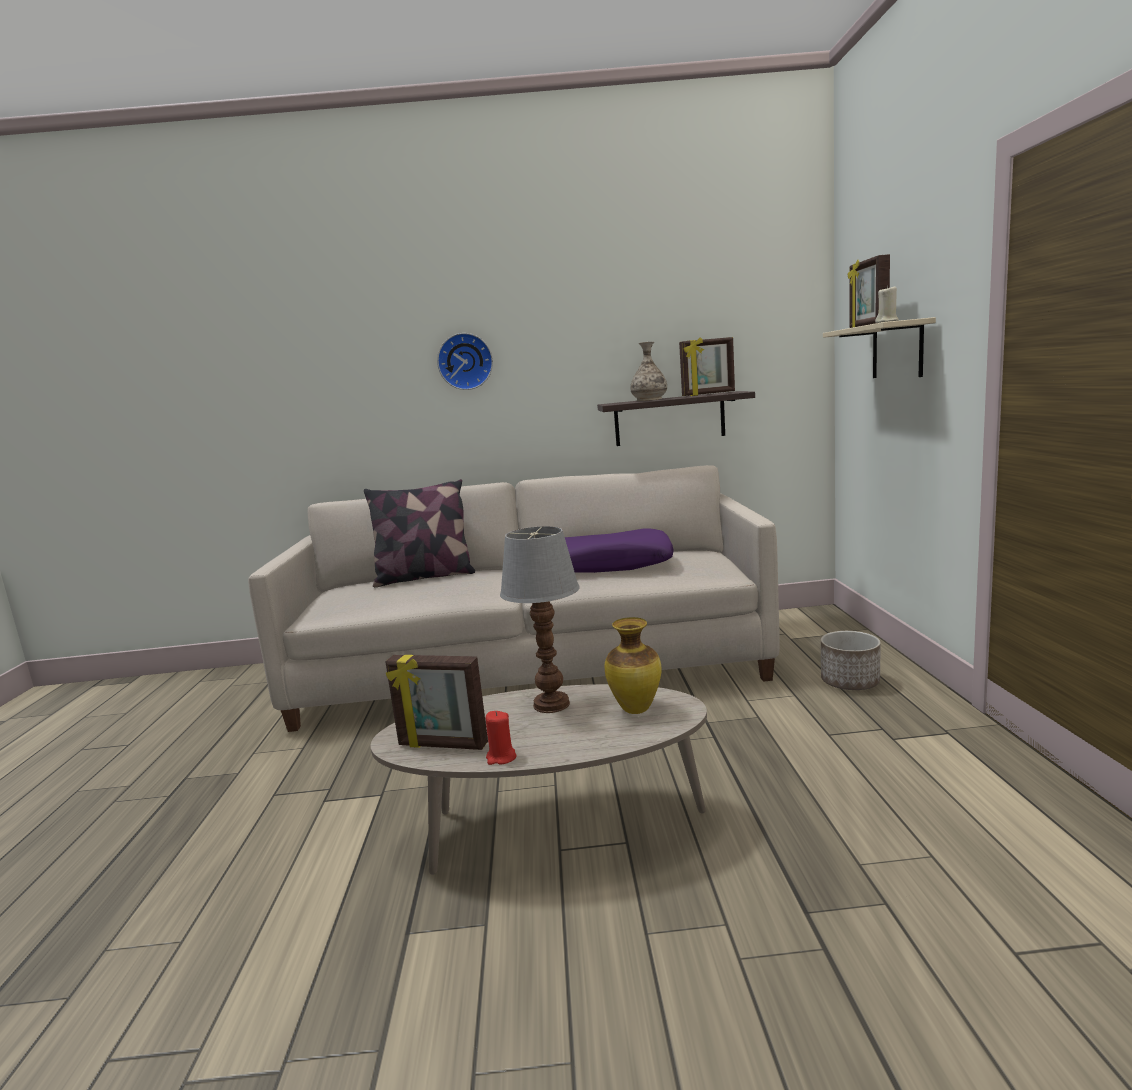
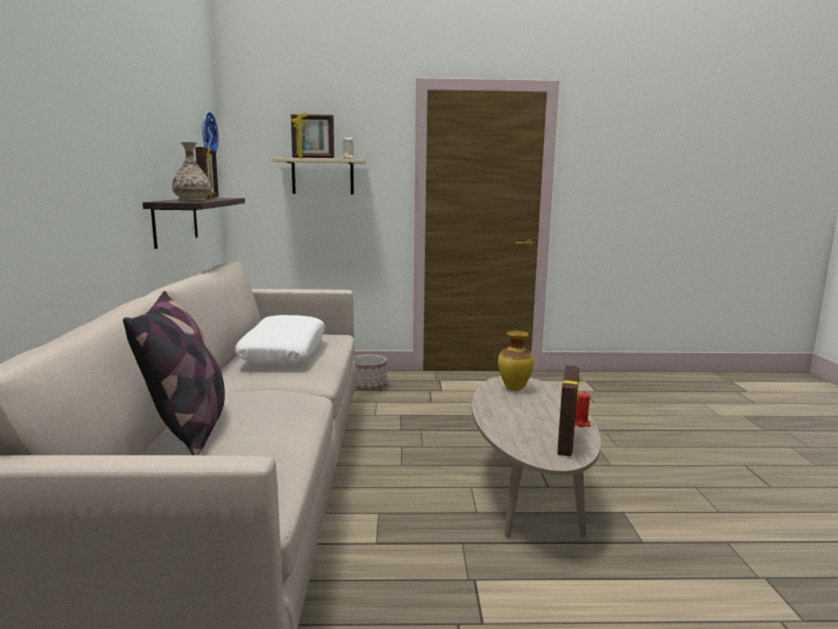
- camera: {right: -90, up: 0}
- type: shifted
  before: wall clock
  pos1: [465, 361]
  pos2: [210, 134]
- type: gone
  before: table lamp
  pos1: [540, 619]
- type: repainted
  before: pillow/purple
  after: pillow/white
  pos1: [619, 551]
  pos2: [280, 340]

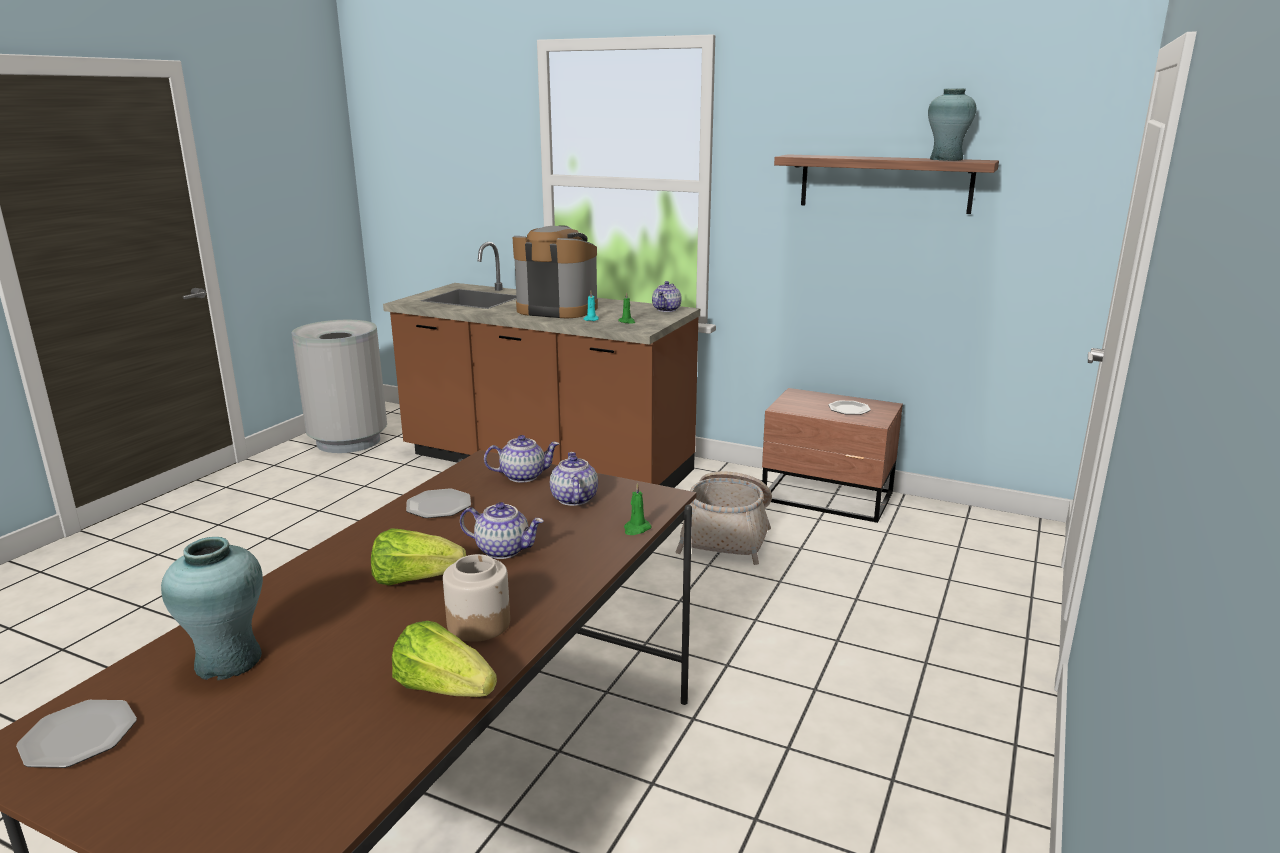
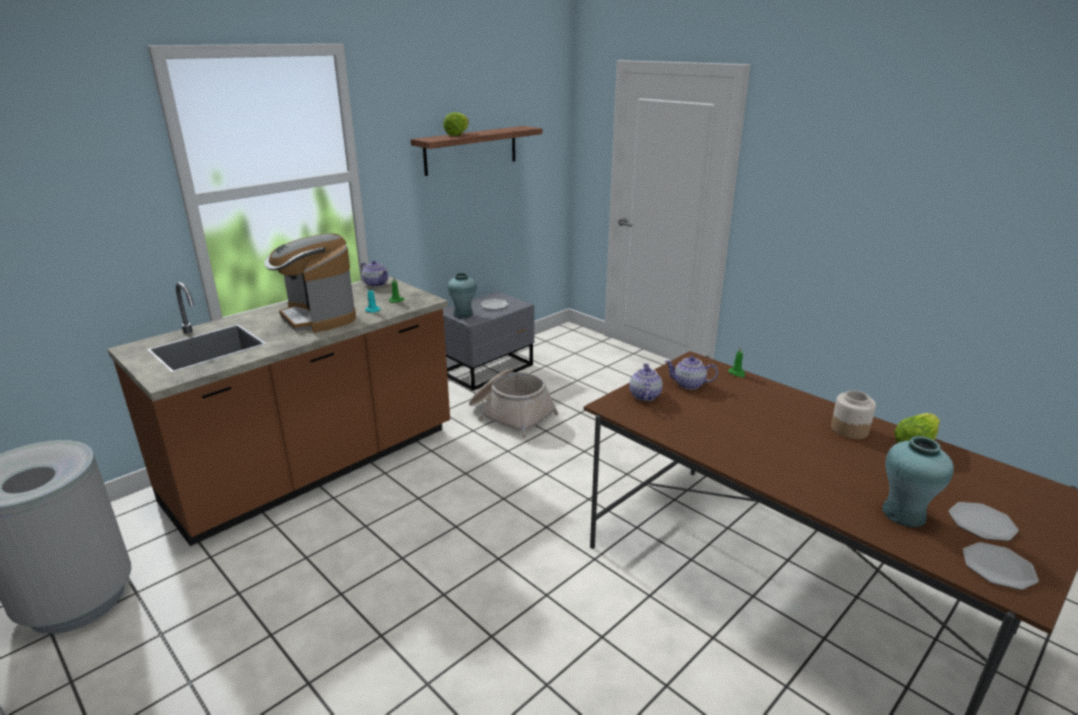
- camera: {right: -70, up: 5}
- type: shifted
  before: lettuce
  pos1: [418, 556]
  pos2: [456, 124]
- type: shifted
  before: plate
  pos1: [438, 503]
  pos2: [983, 521]
- type: gone
  before: teapot
  pos1: [501, 530]
- type: rotated
  before: coffee machine
  pos1: [555, 271]
  pos2: [310, 283]
  turn: -75
- type: repainted
  before: nightstand/brown
  after: nightstand/grey
  pos1: [832, 455]
  pos2: [488, 341]
- type: shifted
  before: vase/turquoise
  pos1: [952, 124]
  pos2: [462, 295]

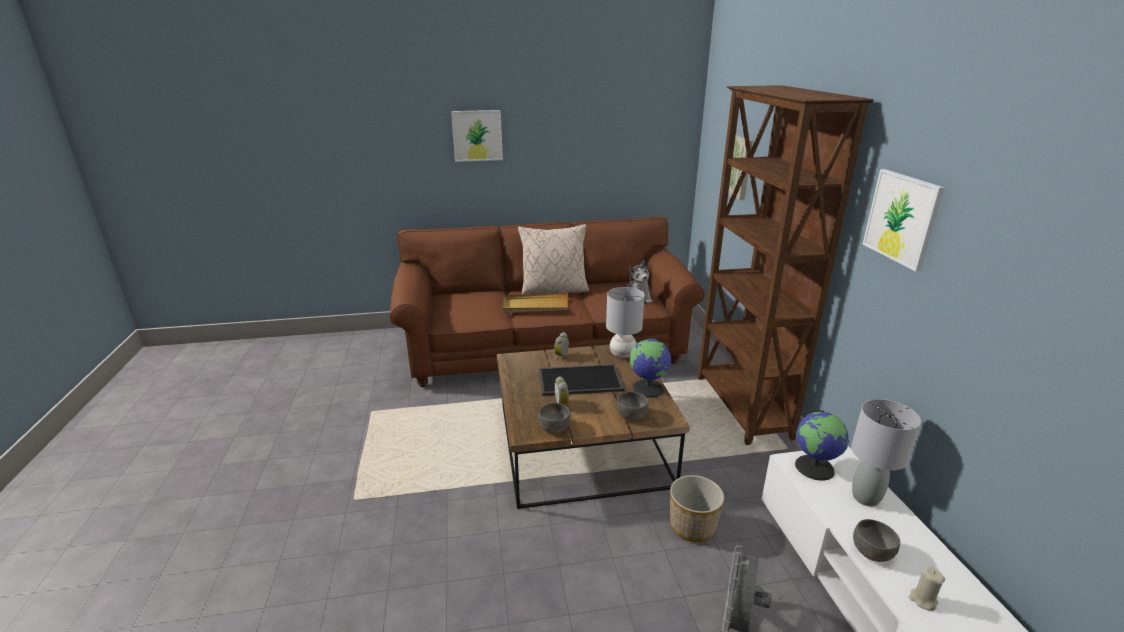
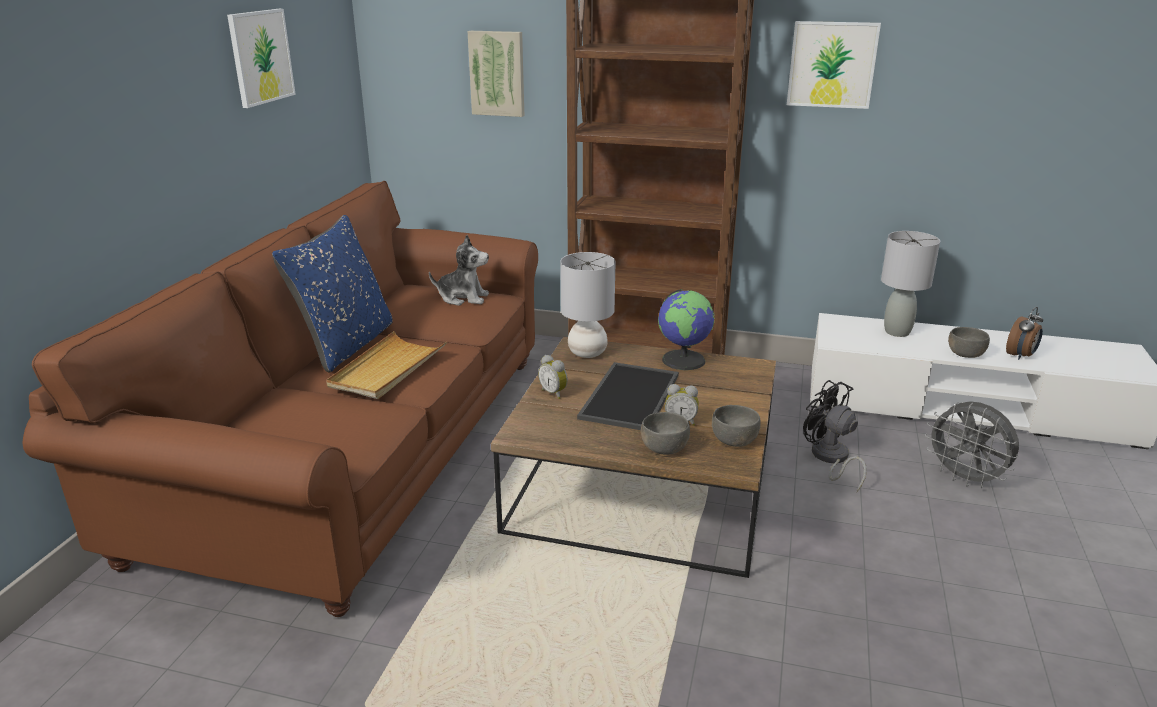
- camera: {right: -65, up: 0}
- type: shifted
  before: picture
  pos1: [477, 136]
  pos2: [261, 58]
- type: repainted
  before: pillow/beige
  after: pillow/blue
  pos1: [553, 259]
  pos2: [332, 294]
- type: shifted
  before: bowl/grey
  pos1: [632, 406]
  pos2: [665, 433]
- type: swapped
  before: planter
  after: fan/black
  pos1: [697, 508]
  pos2: [835, 436]
- type: gone
  before: globe
  pos1: [822, 445]
- type: swapped
  before: candle/beige
  after: alarm clock
  pos1: [927, 588]
  pos2: [1024, 333]

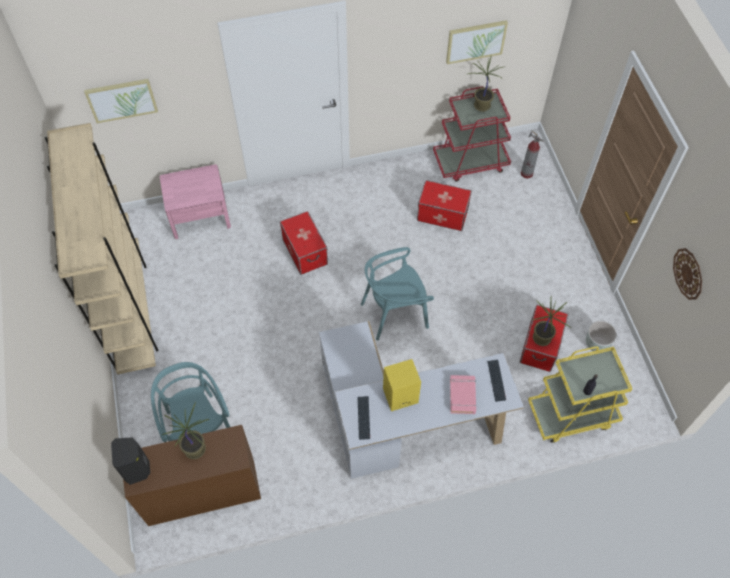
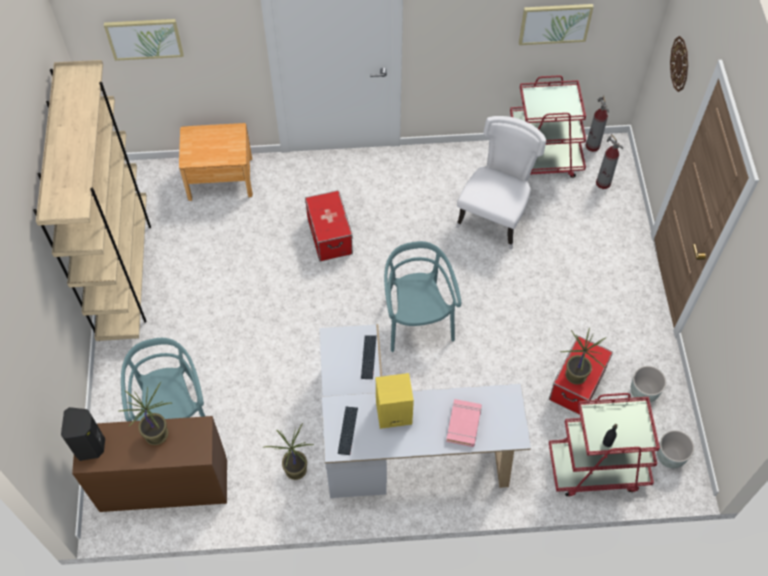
- camera: {right: 10, up: 0}
- type: repainted
  before: nightstand/pink
  after: nightstand/brown
  pos1: [195, 201]
  pos2: [216, 162]
- type: rotated
  before: chair/turquoise
  pos1: [397, 293]
  pos2: [422, 296]
  turn: 90
- type: swapped
  before: storage box
  after: chair/white
  pos1: [444, 205]
  pos2: [501, 183]
- type: shifted
  before: potted plant
  pos1: [486, 83]
  pos2: [288, 451]
- type: shifted
  before: keyboard
  pos1: [496, 381]
  pos2: [369, 357]
- type: repainted
  before: cart/yellow
  after: cart/red
  pos1: [580, 394]
  pos2: [604, 445]
- type: shifted
  before: wall clock
  pos1: [687, 274]
  pos2: [679, 64]
- type: new
  after: fire extinguisher
  pos2: [597, 123]
- type: new
  after: planter/grey
  pos2: [675, 449]

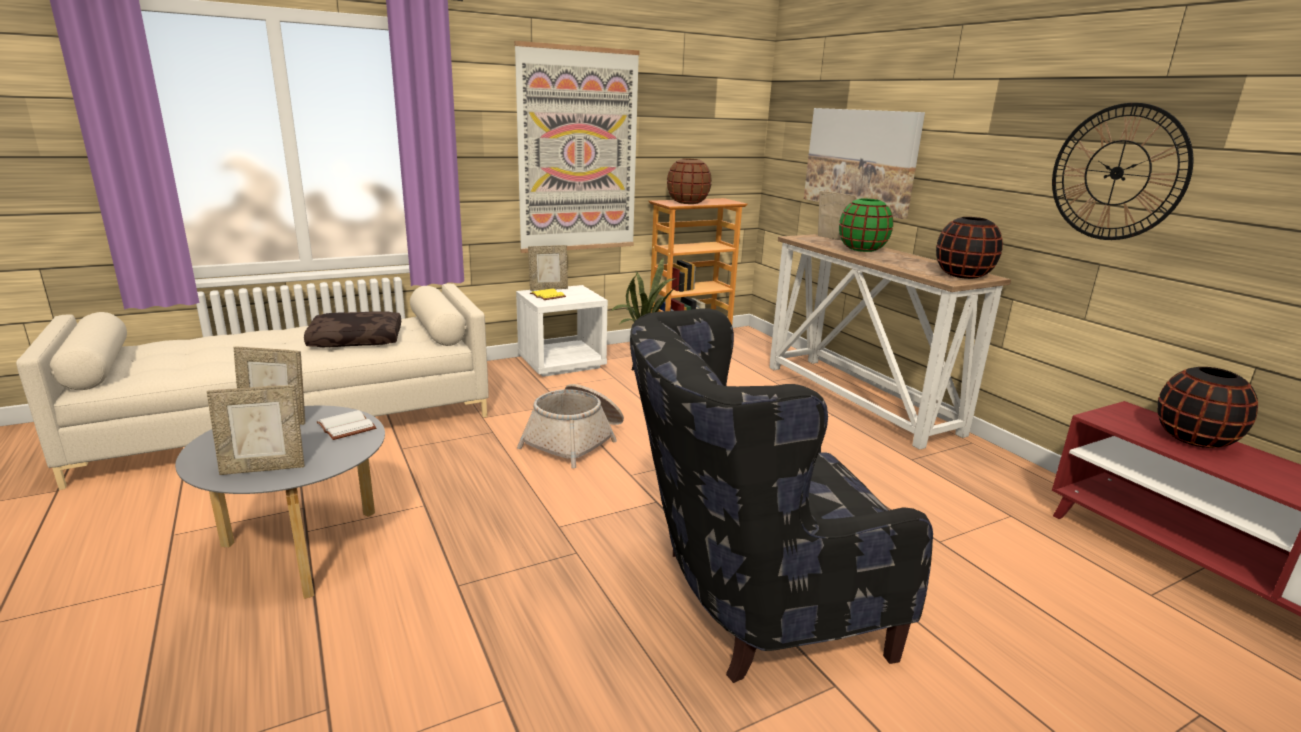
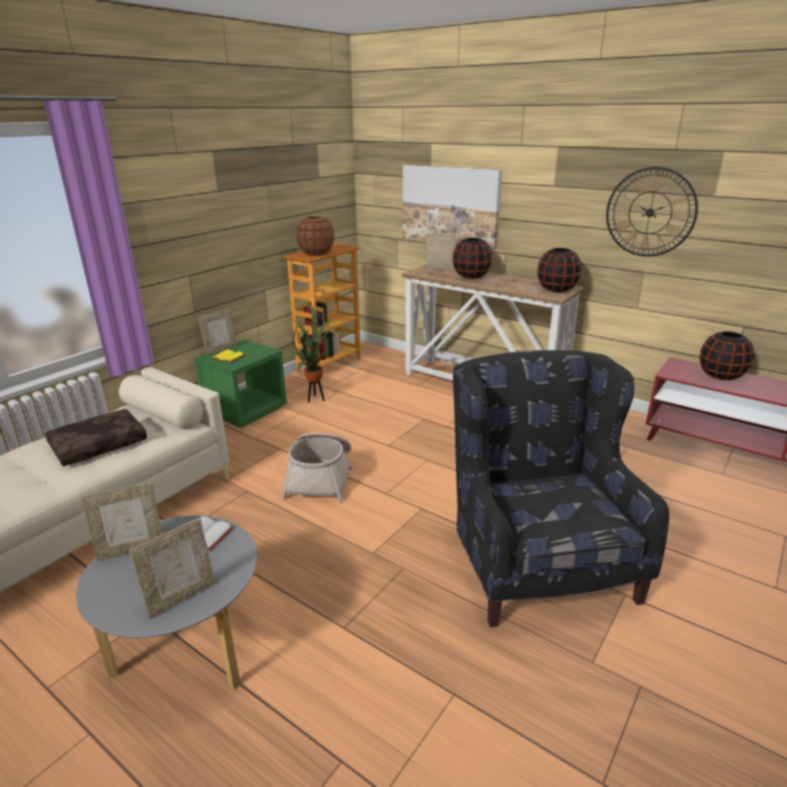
- camera: {right: -25, up: 5}
- type: gone
  before: picture
  pos1: [576, 147]
- type: repainted
  before: nightstand/white
  after: nightstand/green
  pos1: [562, 331]
  pos2: [240, 384]
- type: rotated
  before: armchair/black
  pos1: [781, 495]
  pos2: [561, 488]
  turn: 120
- type: repainted
  before: vase/green
  after: vase/black
  pos1: [866, 225]
  pos2: [472, 258]

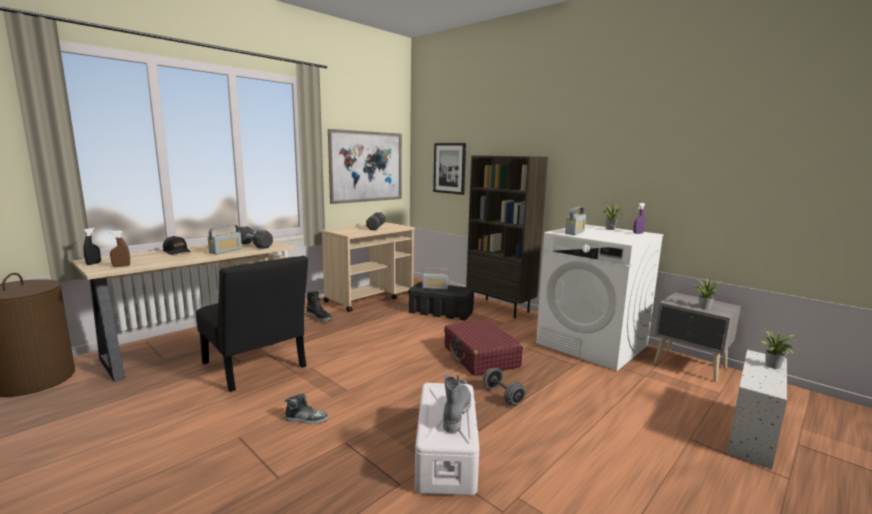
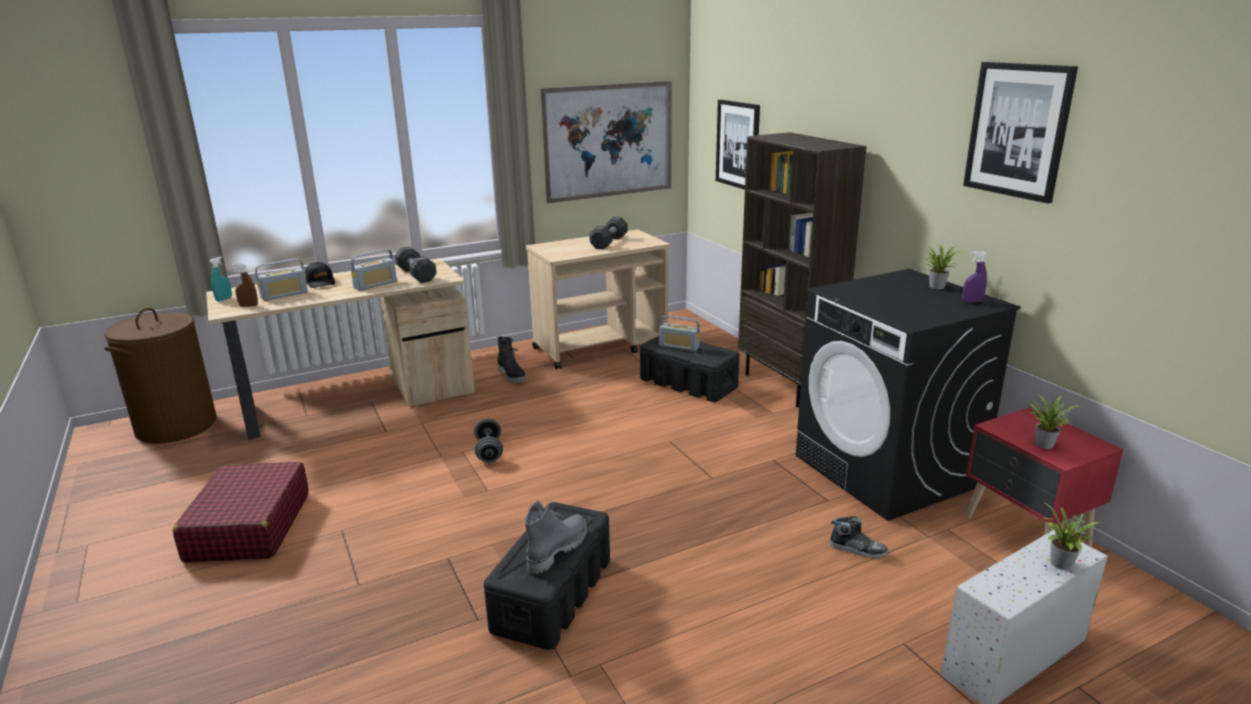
- camera: {right: 20, up: 10}
- type: repainted
  before: spray bottle/black
  after: spray bottle/turquoise
  pos1: [92, 246]
  pos2: [220, 278]
- type: gone
  before: chair/black
  pos1: [252, 324]
- type: shifted
  before: shoe
  pos1: [306, 409]
  pos2: [859, 537]
- type: repainted
  before: storage box/white
  after: storage box/black
  pos1: [447, 439]
  pos2: [547, 576]
- type: shifted
  before: suitcase/red
  pos1: [483, 347]
  pos2: [241, 512]
- type: shifted
  before: dumbbell/grey
  pos1: [504, 386]
  pos2: [488, 441]
- type: repainted
  before: washing machine/white
  after: washing machine/black
  pos1: [600, 297]
  pos2: [908, 395]
- type: shifted
  before: radio
  pos1: [575, 221]
  pos2: [281, 280]
- type: repainted
  before: nightstand/grey
  after: nightstand/red
  pos1: [697, 337]
  pos2: [1044, 477]
- type: new
  after: picture
  pos2: [1020, 132]

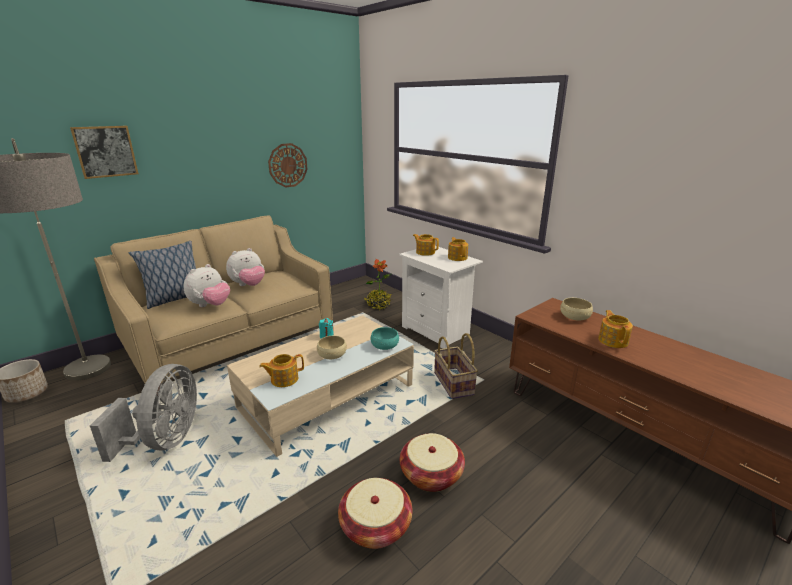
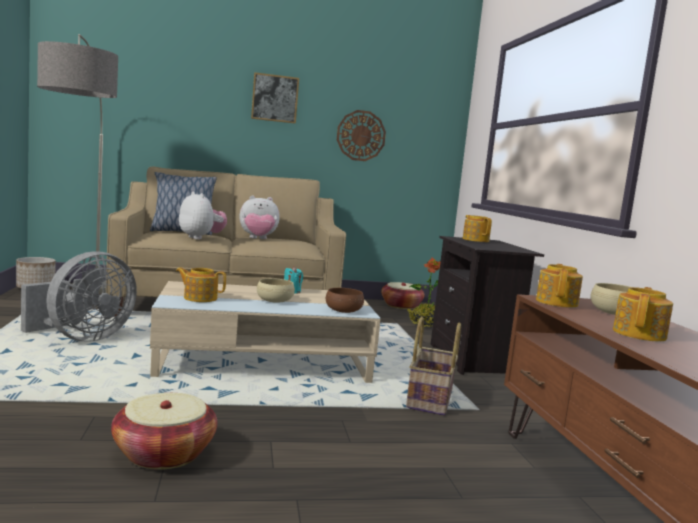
- camera: {right: 30, up: -15}
- type: shifted
  before: picture
  pos1: [104, 152]
  pos2: [275, 98]
- type: rotated
  before: plush toy
  pos1: [206, 285]
  pos2: [203, 215]
  turn: -105
- type: repainted
  before: bowl/turquoise
  after: bowl/brown
  pos1: [385, 338]
  pos2: [345, 300]
- type: repainted
  before: nightstand/white
  after: nightstand/black
  pos1: [441, 297]
  pos2: [487, 305]
- type: shifted
  before: basket
  pos1: [432, 462]
  pos2: [403, 295]
- type: shifted
  before: teapot
  pos1: [458, 249]
  pos2: [559, 286]

